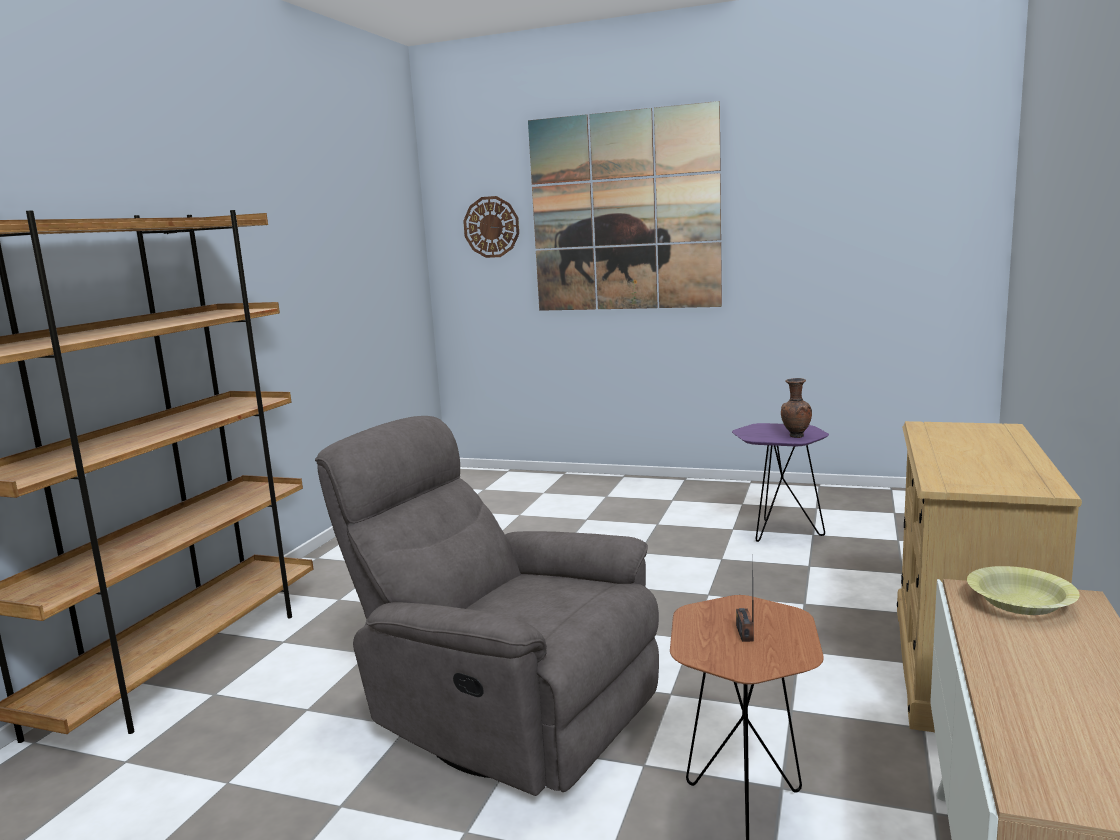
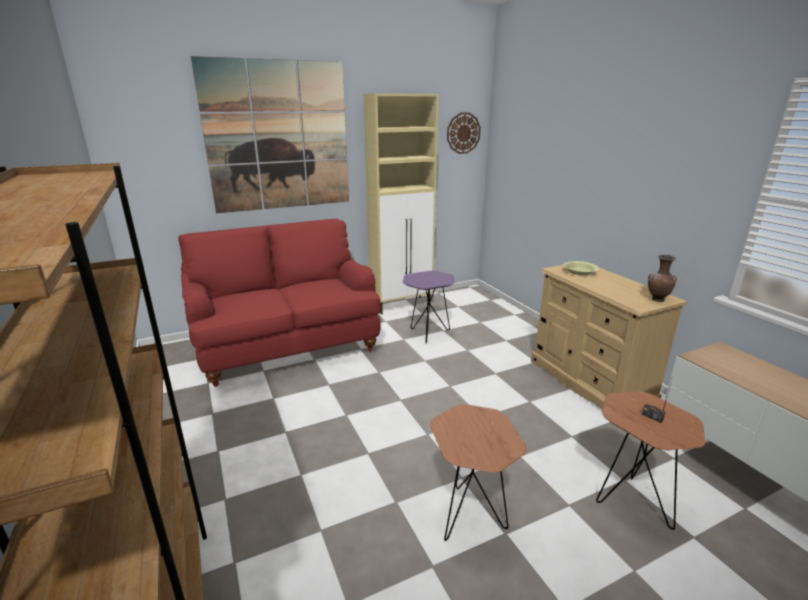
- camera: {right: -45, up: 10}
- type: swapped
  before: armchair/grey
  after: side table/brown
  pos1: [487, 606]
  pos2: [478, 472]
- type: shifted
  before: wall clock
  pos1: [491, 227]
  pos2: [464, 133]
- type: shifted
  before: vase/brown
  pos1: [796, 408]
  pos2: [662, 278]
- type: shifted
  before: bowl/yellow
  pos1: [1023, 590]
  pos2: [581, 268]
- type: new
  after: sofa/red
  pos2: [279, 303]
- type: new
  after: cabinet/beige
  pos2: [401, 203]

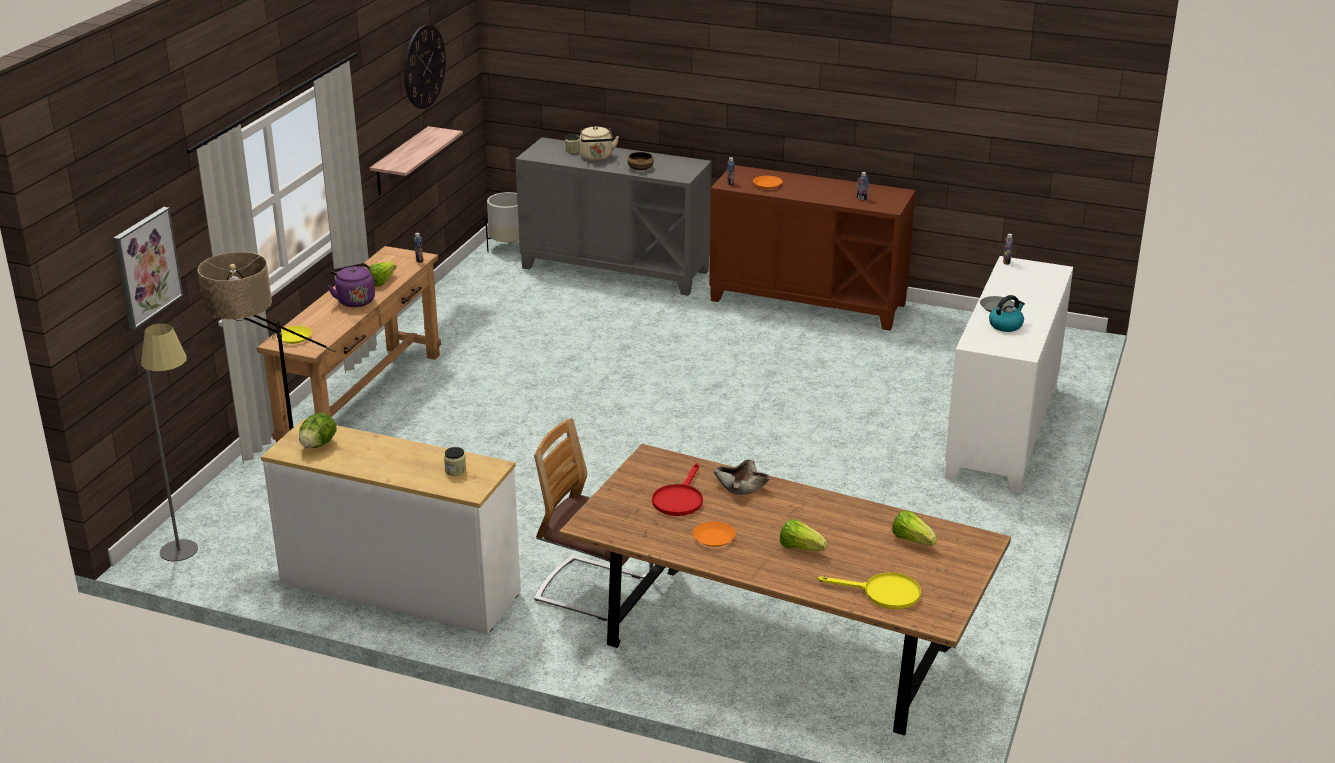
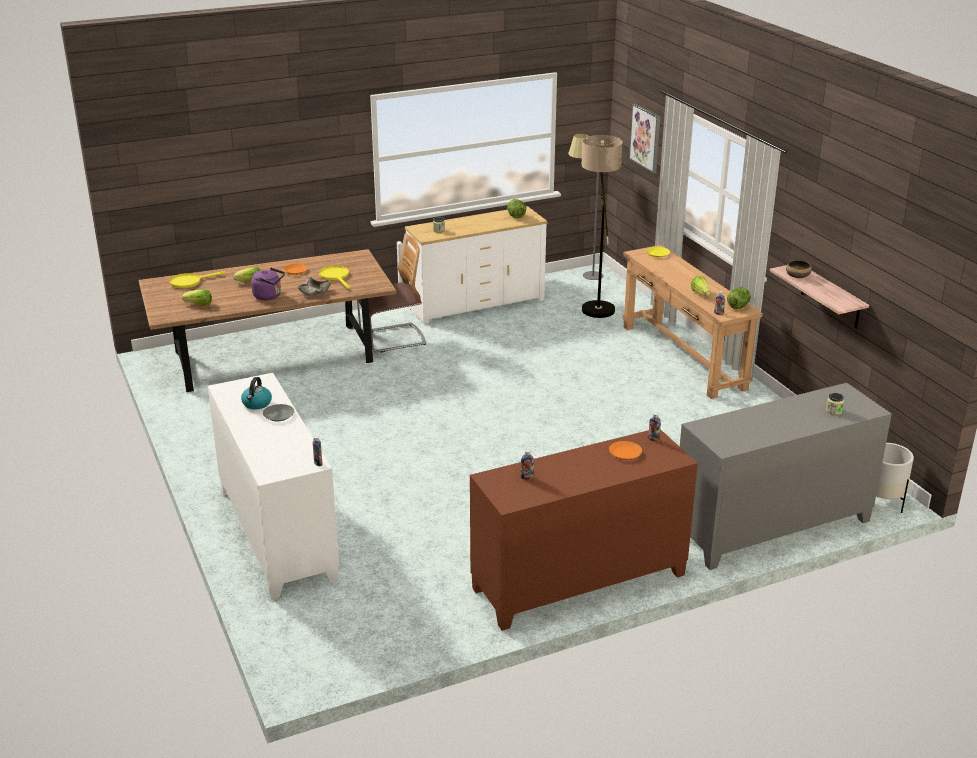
- camera: {right: 135, up: 0}
- type: shifted
  before: kettle/purple
  pos1: [351, 285]
  pos2: [268, 284]
- type: gone
  before: wall clock
  pos1: [425, 67]
- type: gone
  before: kettle/beige
  pos1: [599, 143]
- type: shifted
  before: bowl
  pos1: [640, 161]
  pos2: [799, 269]
- type: repainted
  before: frying pan/red
  after: frying pan/yellow
  pos1: [677, 489]
  pos2: [334, 277]
- type: new
  after: lettuce
  pos2: [739, 298]

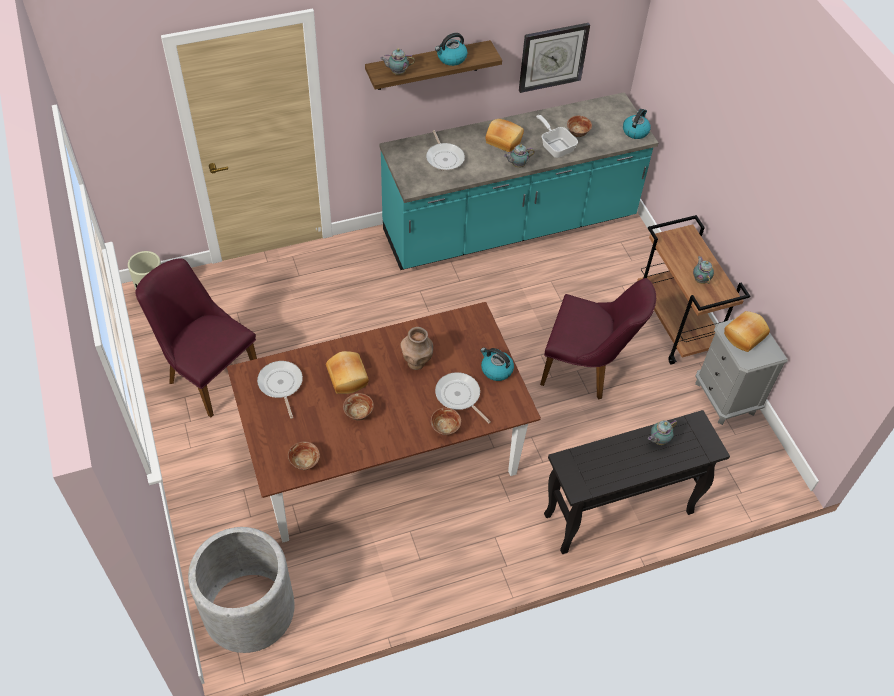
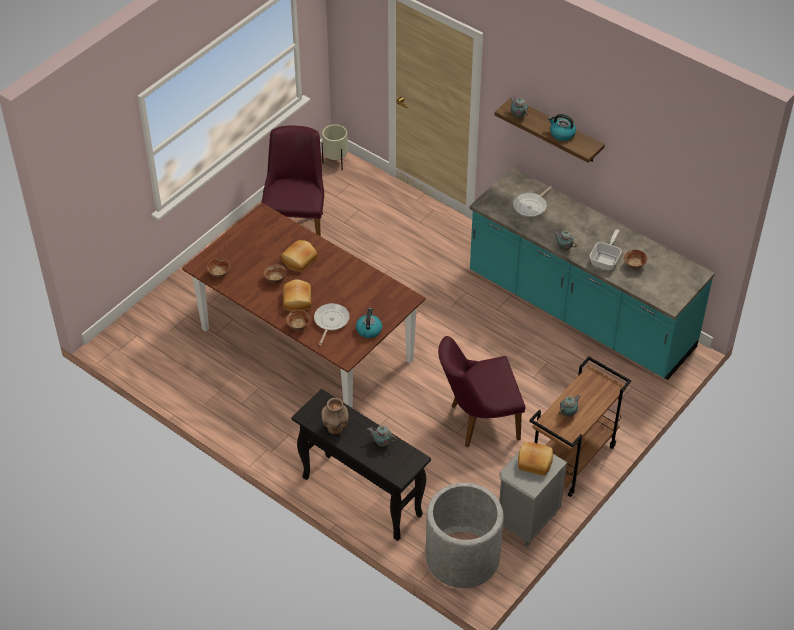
- camera: {right: 60, up: -5}
- type: shifted
  before: planter/grey
  pos1: [241, 590]
  pos2: [465, 535]
- type: gone
  before: frying pan
  pos1: [280, 390]
- type: shifted
  before: vase/brown
  pos1: [416, 348]
  pos2: [335, 416]
- type: shifted
  before: bread
  pos1: [504, 135]
  pos2: [297, 295]
- type: gone
  before: wall clock
  pos1: [554, 58]
- type: rotated
  before: chair/purple
  pos1: [598, 338]
  pos2: [482, 392]
  turn: 90
- type: gone
  before: kettle
  pos1: [637, 124]

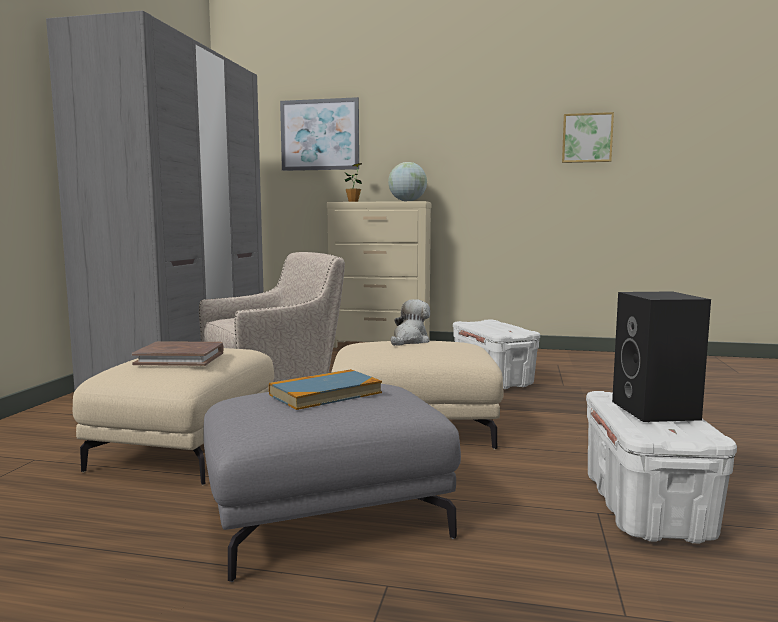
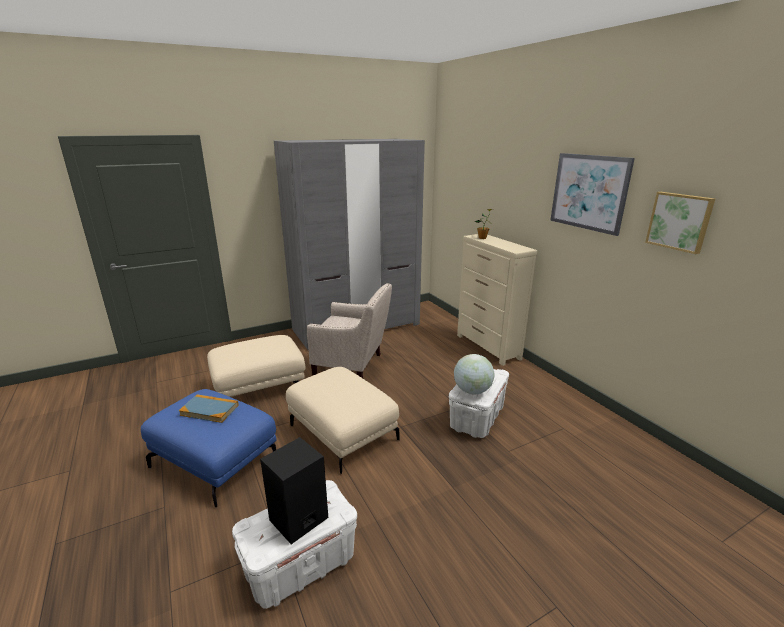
- camera: {right: 50, up: 15}
- type: gone
  before: book/brown
  pos1: [178, 353]
- type: repainted
  before: ottoman/grey
  after: ottoman/blue
  pos1: [332, 483]
  pos2: [208, 448]
- type: shifted
  before: picture
  pos1: [319, 134]
  pos2: [592, 194]
- type: shifted
  before: globe
  pos1: [407, 181]
  pos2: [474, 374]
- type: gone
  before: plush toy
  pos1: [410, 322]

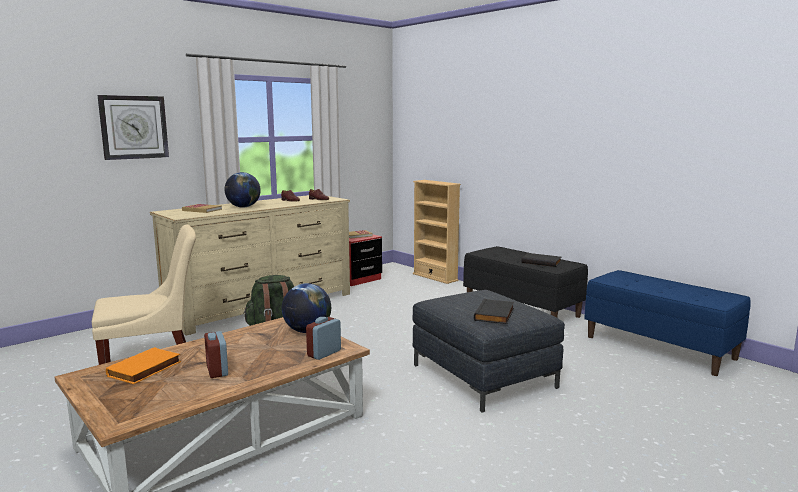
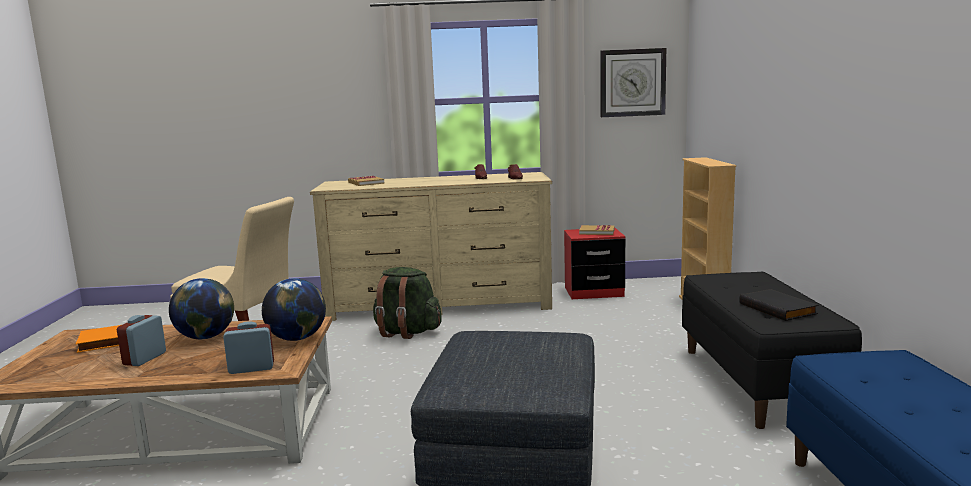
- camera: {right: 40, up: 0}
- type: shifted
  before: wall clock
  pos1: [133, 127]
  pos2: [633, 82]
- type: shifted
  before: globe
  pos1: [242, 190]
  pos2: [201, 308]
- type: gone
  before: book/black
  pos1: [494, 311]

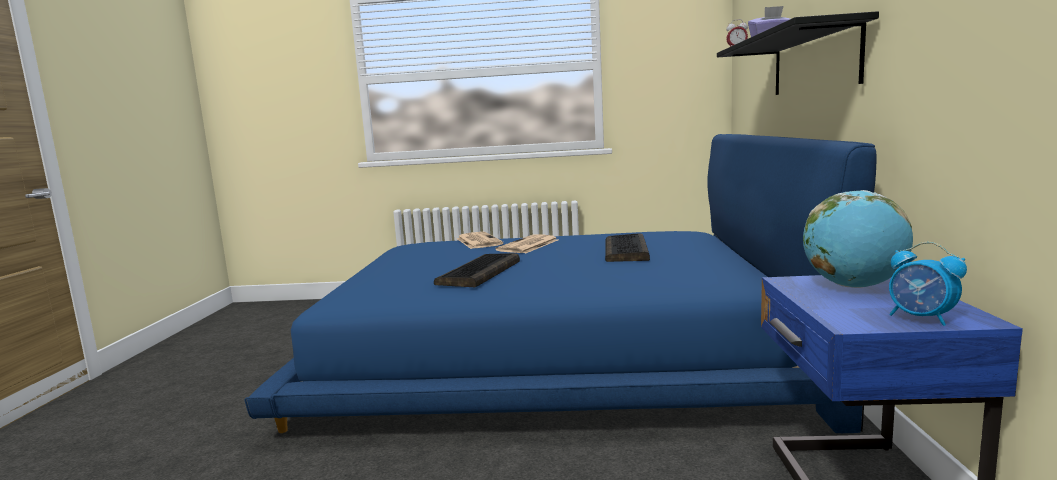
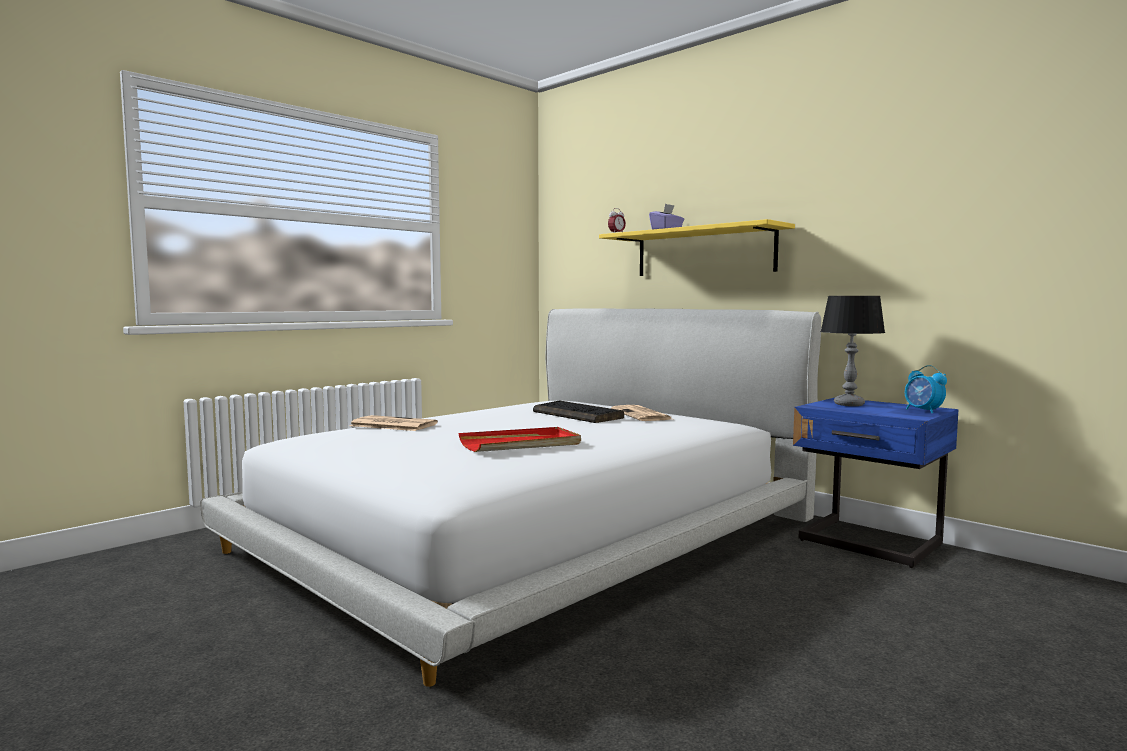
- camera: {right: -50, up: -5}
- type: repainted
  before: bed/blue
  after: bed/white
  pos1: [560, 283]
  pos2: [510, 497]
- type: swapped
  before: keyboard
  after: tray/red
  pos1: [477, 270]
  pos2: [520, 439]
- type: shifted
  before: newspaper
  pos1: [527, 244]
  pos2: [641, 413]
- type: repainted
  before: shelf/black
  after: shelf/yellow
  pos1: [798, 53]
  pos2: [697, 247]
- type: swapped
  before: globe
  after: table lamp
  pos1: [858, 239]
  pos2: [852, 351]
- type: rotated
  before: alarm clock
  pos1: [928, 284]
  pos2: [926, 389]
  turn: 60

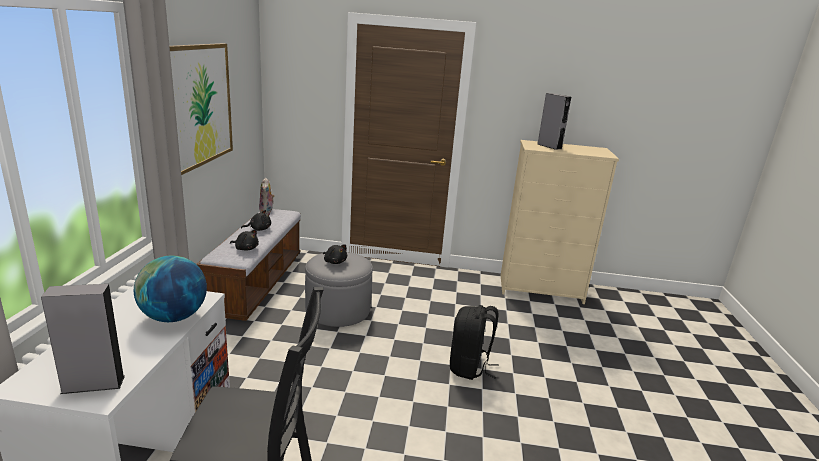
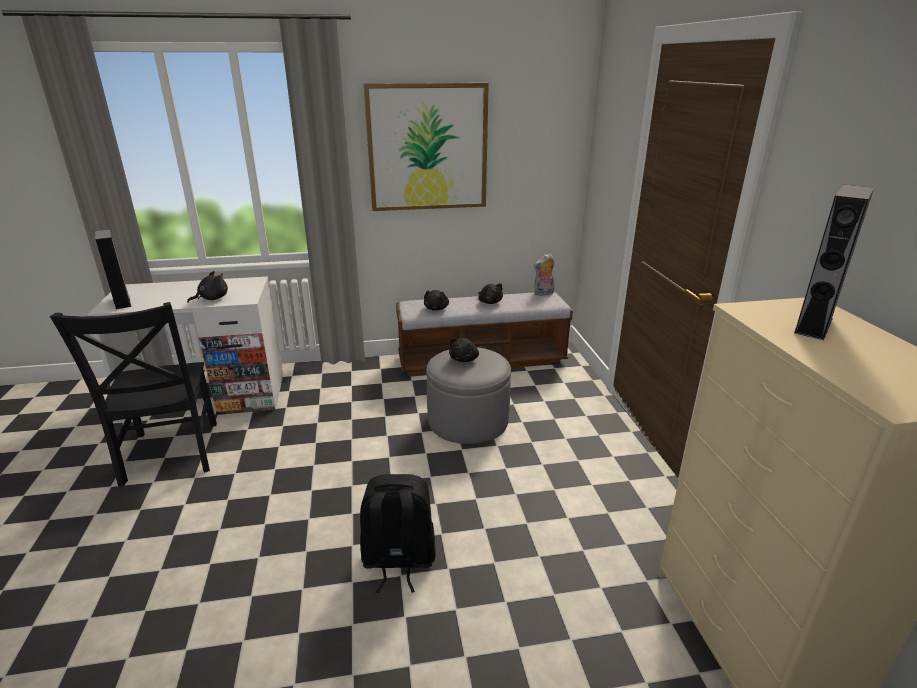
- camera: {right: 75, up: 5}
- type: swapped
  before: globe
  after: plush toy/black
  pos1: [170, 289]
  pos2: [207, 287]

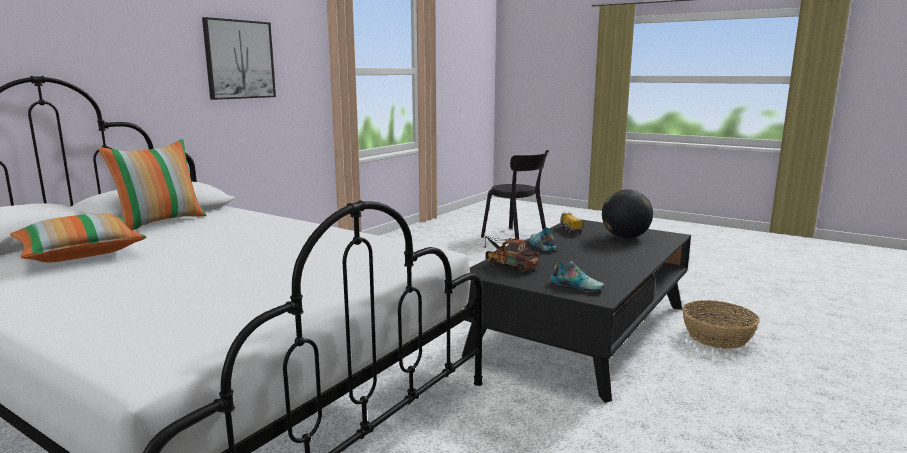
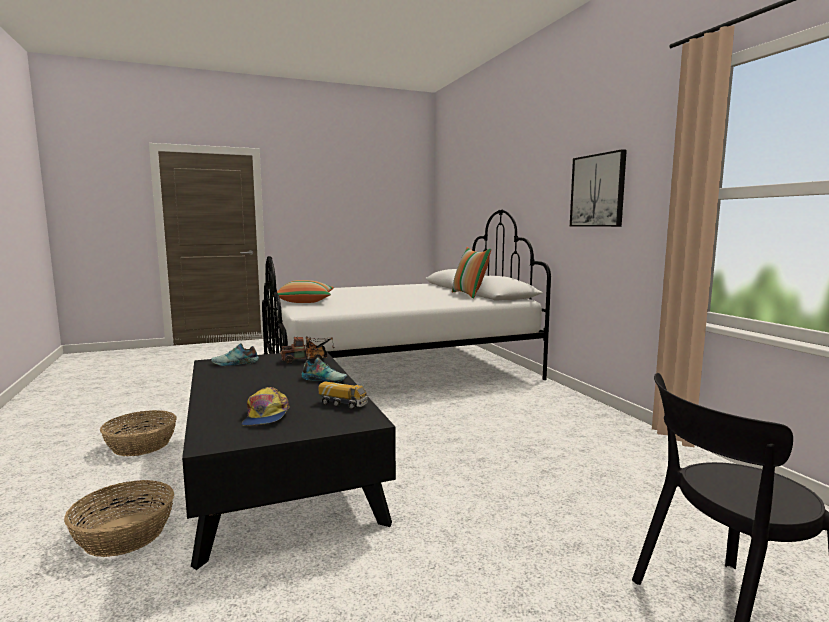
- camera: {right: 125, up: -5}
- type: shifted
  before: pillow
  pos1: [78, 237]
  pos2: [305, 291]
- type: swapped
  before: globe
  after: cap
  pos1: [627, 214]
  pos2: [265, 406]
- type: new
  after: basket
  pos2: [138, 433]

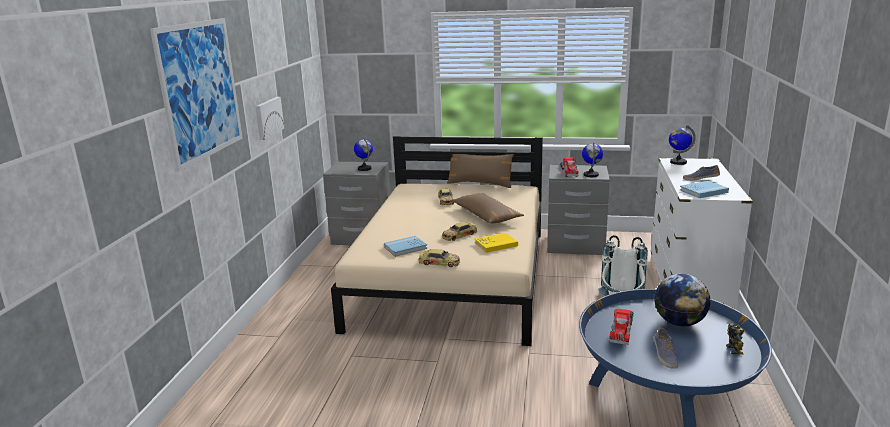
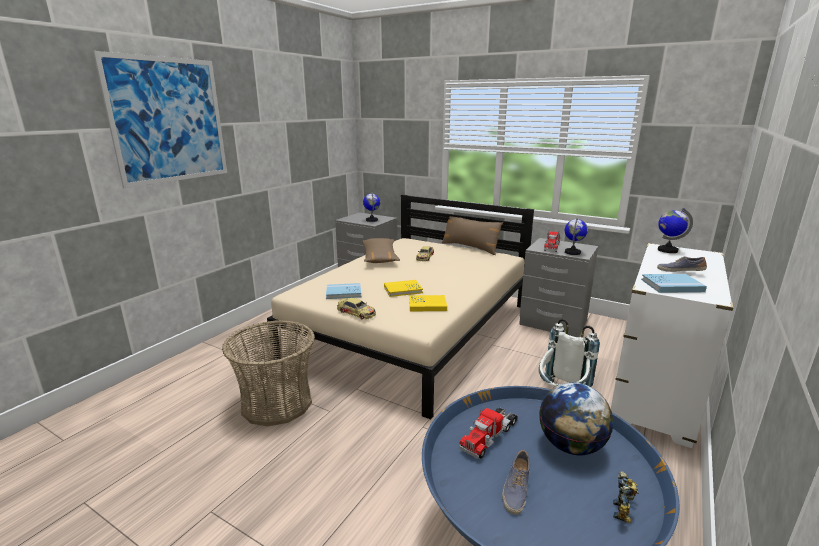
- camera: {right: 20, up: 0}
- type: gone
  before: picture
  pos1: [269, 118]
- type: swapped
  before: toy car
  after: book/yellow
  pos1: [459, 231]
  pos2: [403, 288]
- type: shifted
  before: pillow/brown
  pos1: [488, 208]
  pos2: [381, 250]
- type: new
  after: basket
  pos2: [268, 373]

